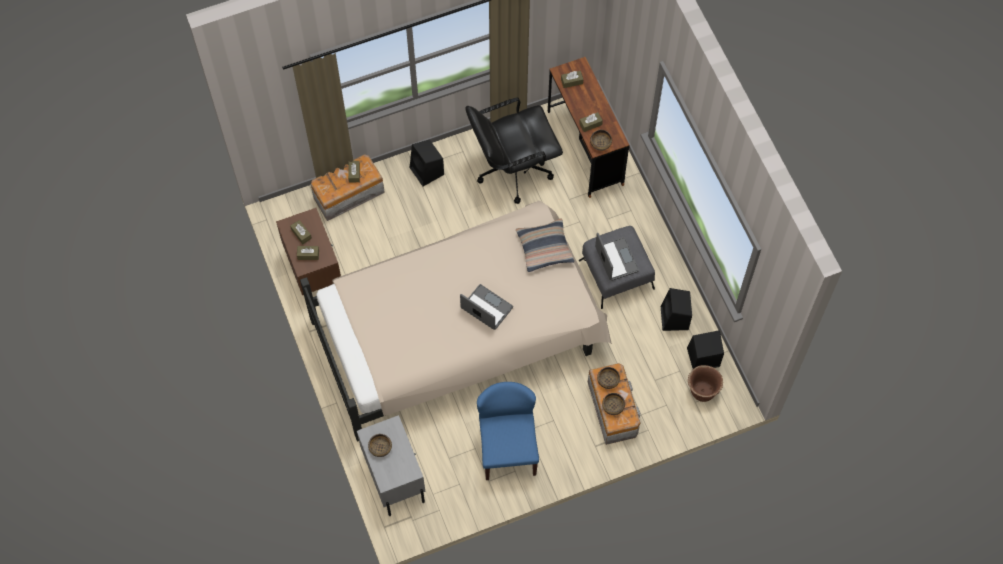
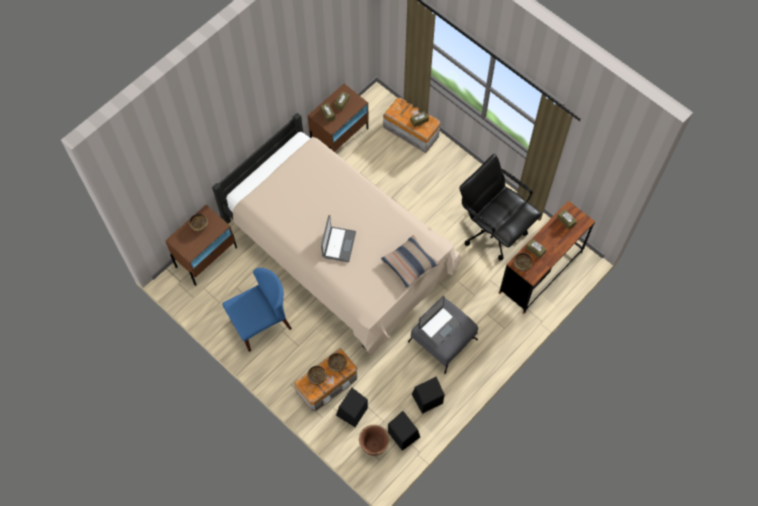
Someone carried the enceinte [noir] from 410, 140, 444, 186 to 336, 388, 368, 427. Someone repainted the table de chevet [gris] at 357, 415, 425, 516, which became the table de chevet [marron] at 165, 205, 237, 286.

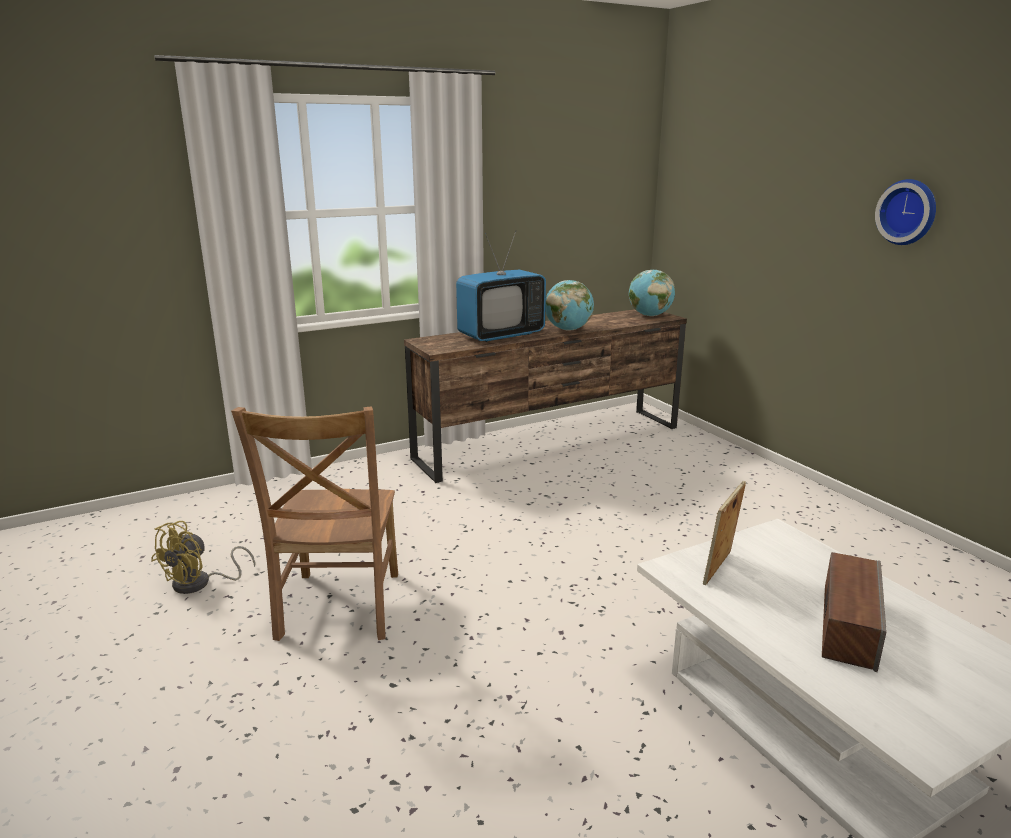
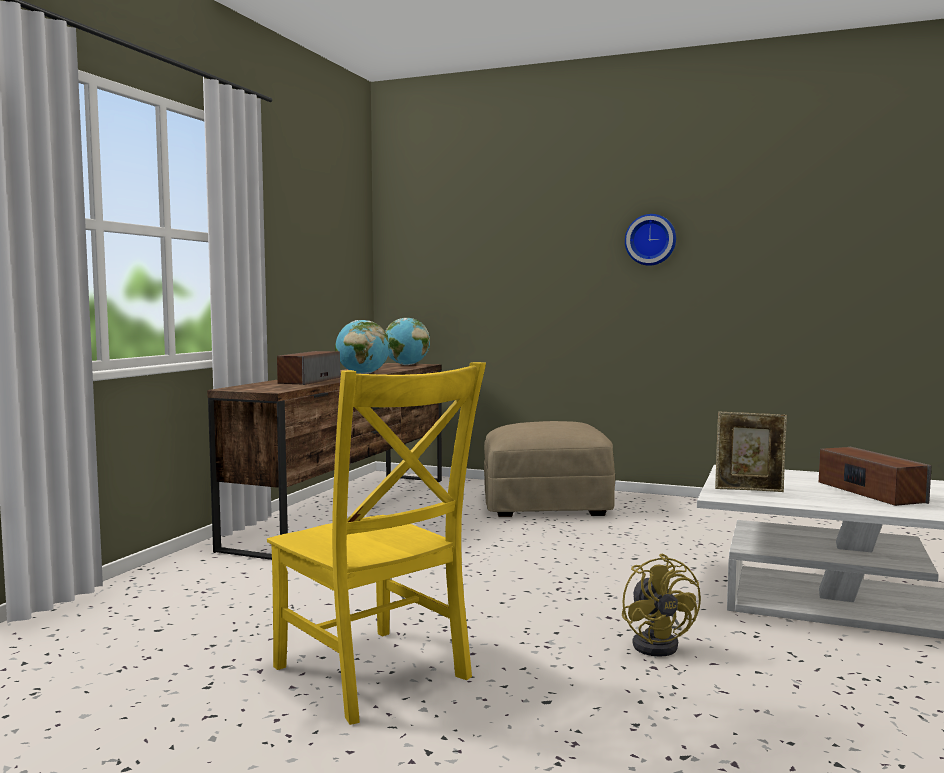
Someone put down the pouf [beige] at 484, 421, 615, 517. Someone carried the ventilateur [jaune] from 151, 521, 255, 594 to 622, 554, 701, 657. Someone swapped the téléviseur at 456, 230, 546, 342 for the enceinte at 277, 351, 340, 385. Someone repainted the chaise [marron] at 231, 407, 398, 641, which became the chaise [jaune] at 267, 362, 486, 725. Someone rotated the cadre photo at 703, 481, 746, 585 by 75 degrees counterclockwise.

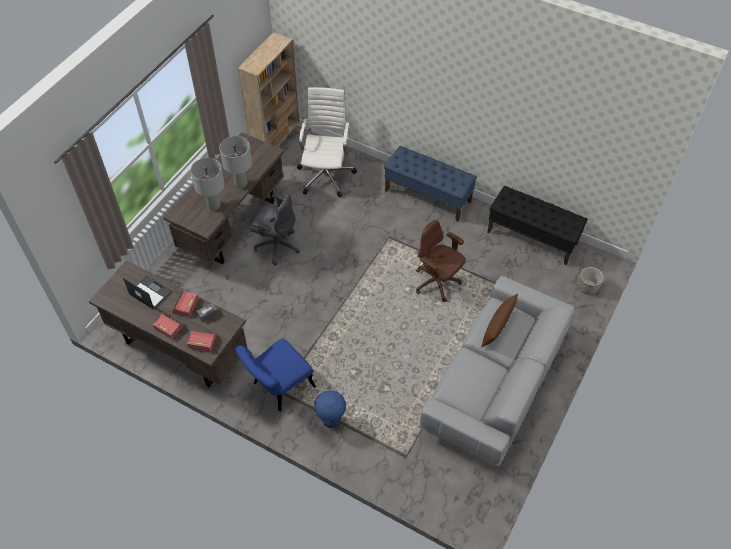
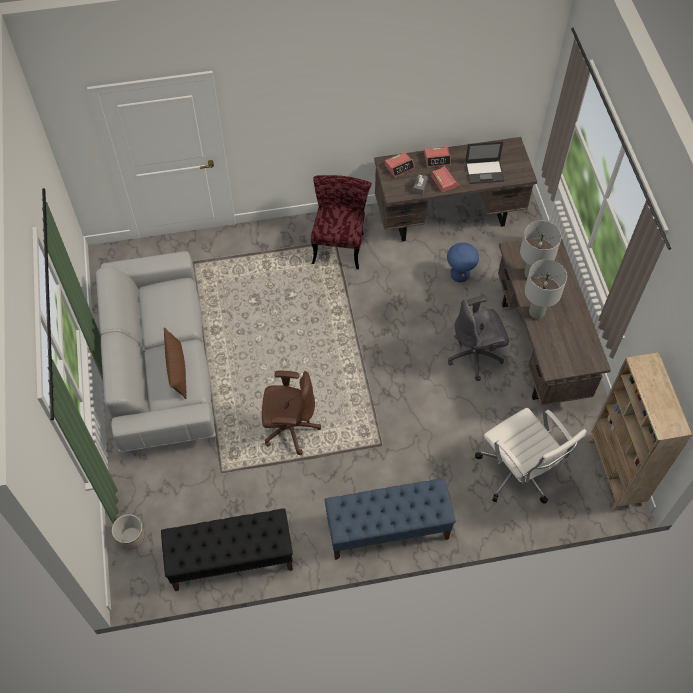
Someone carried the tabouret [bleu] from 314, 391, 346, 428 to 447, 242, 479, 282. Someone repainted the chaise [bleu] at 236, 338, 316, 411, which became the chaise [rouge] at 311, 175, 372, 269.

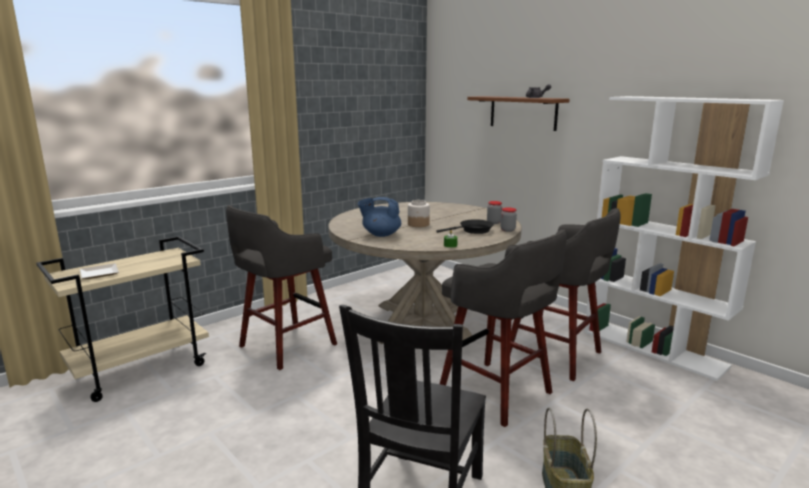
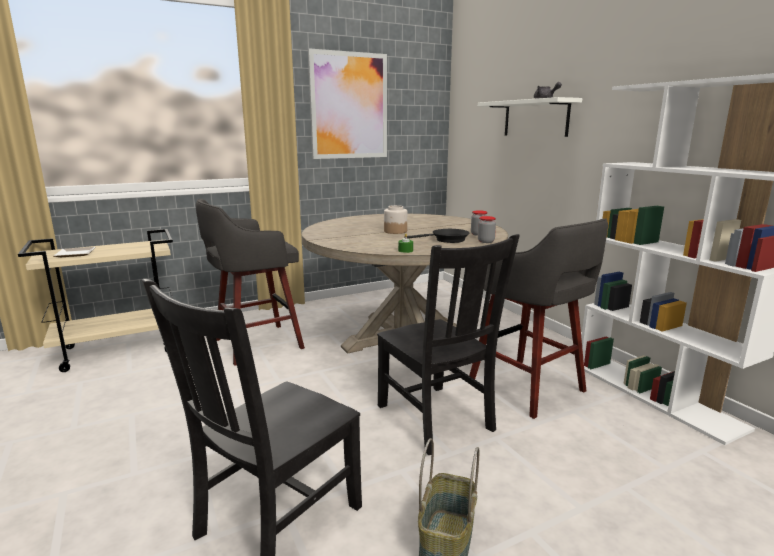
Someone took away the théière [bleu] at 358, 197, 401, 237. Someone put up the tableau at 308, 48, 387, 159. Someone swapped the tabouret [gris] at 440, 229, 566, 427 for the chaise [noir] at 377, 234, 520, 455. Someone repainted the étagère [marron] at 467, 96, 570, 131, which became the étagère [blanc] at 478, 97, 582, 137.

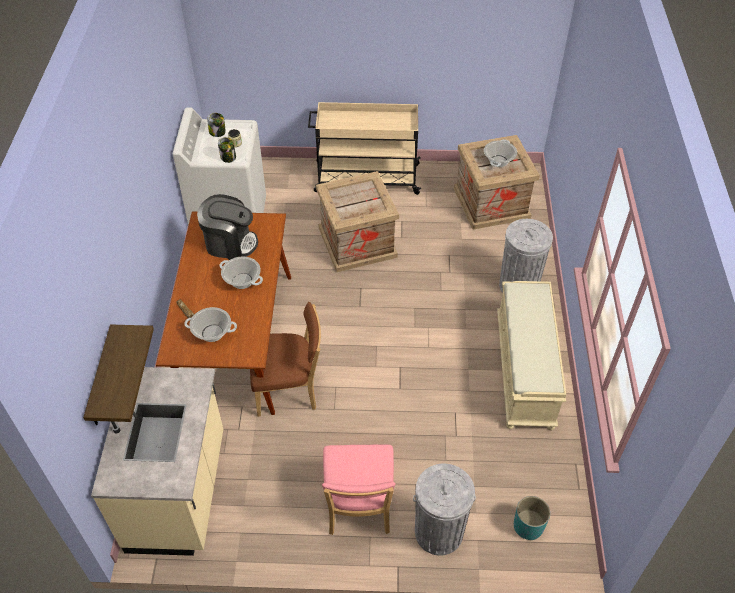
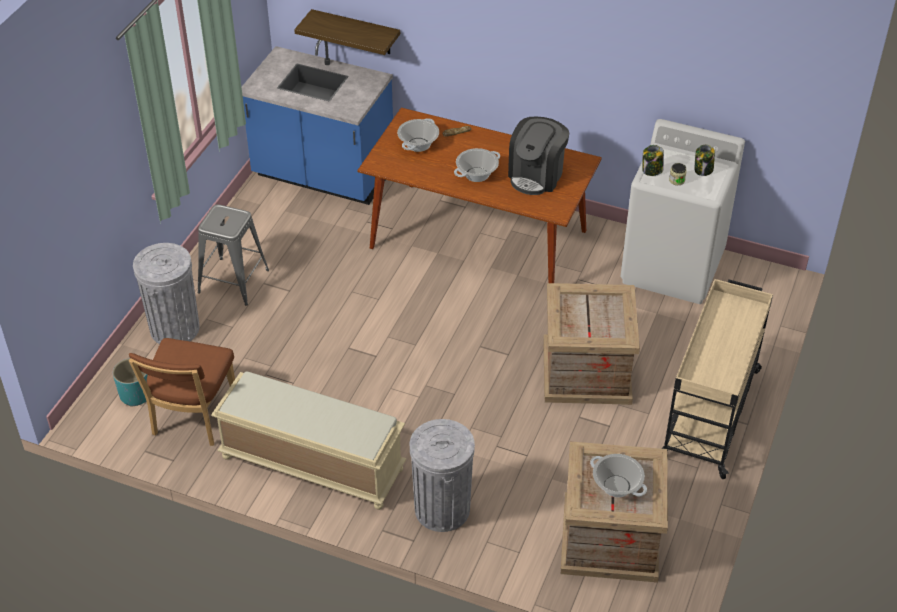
Someone carried the chaise [marron] from 250, 302, 321, 417 to 129, 338, 235, 446. Someone swapped the chaise [rose] at 322, 444, 395, 535 for the tabouret [gris] at 198, 204, 269, 306. Someone repainted the comptoir de cuisine [beige] at 91, 367, 223, 556, which became the comptoir de cuisine [bleu] at 242, 40, 393, 205.

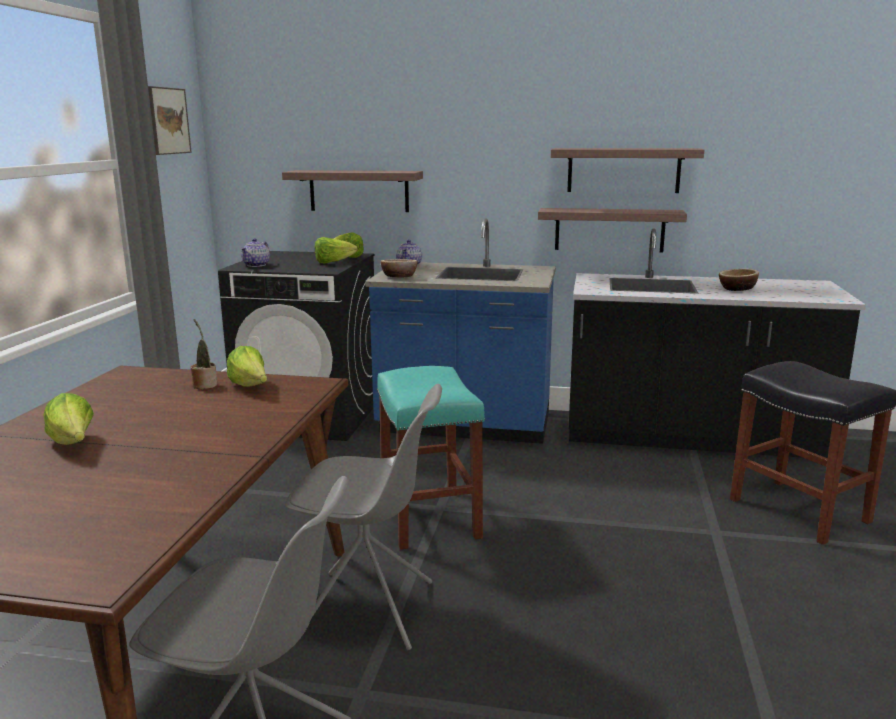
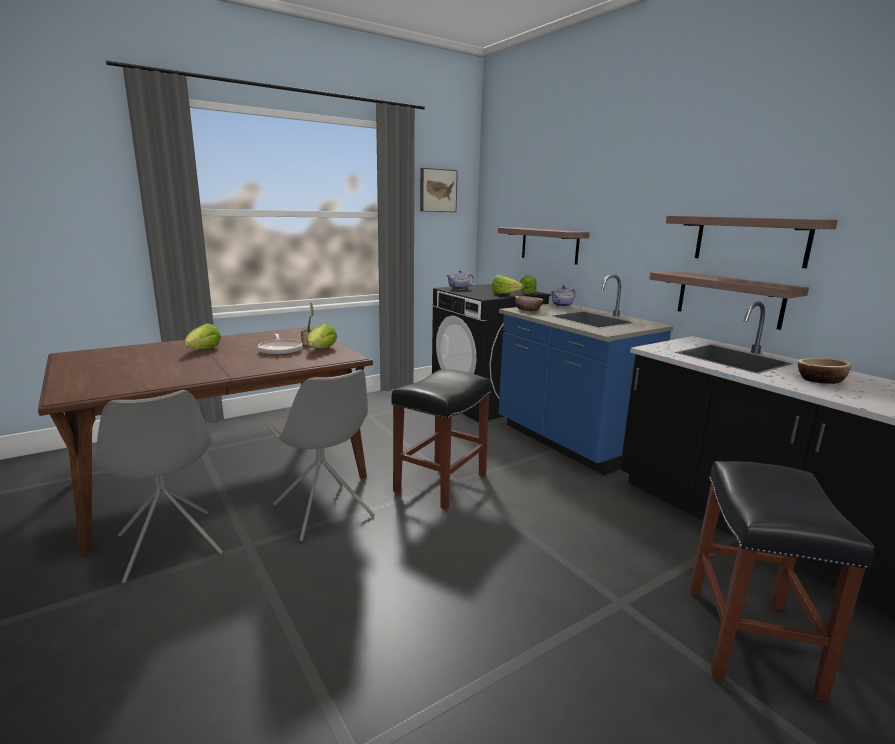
Someone put down the poêle at 258, 334, 302, 355. Someone repainted the tabouret [turquoise] at 377, 366, 485, 550, which became the tabouret [noir] at 392, 369, 491, 510.

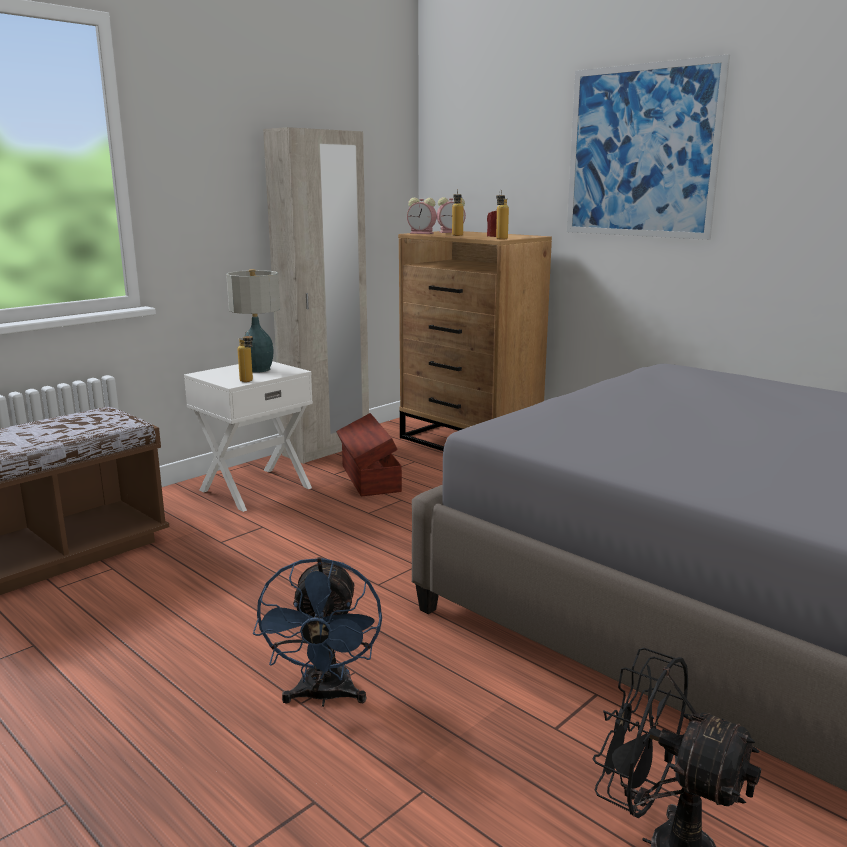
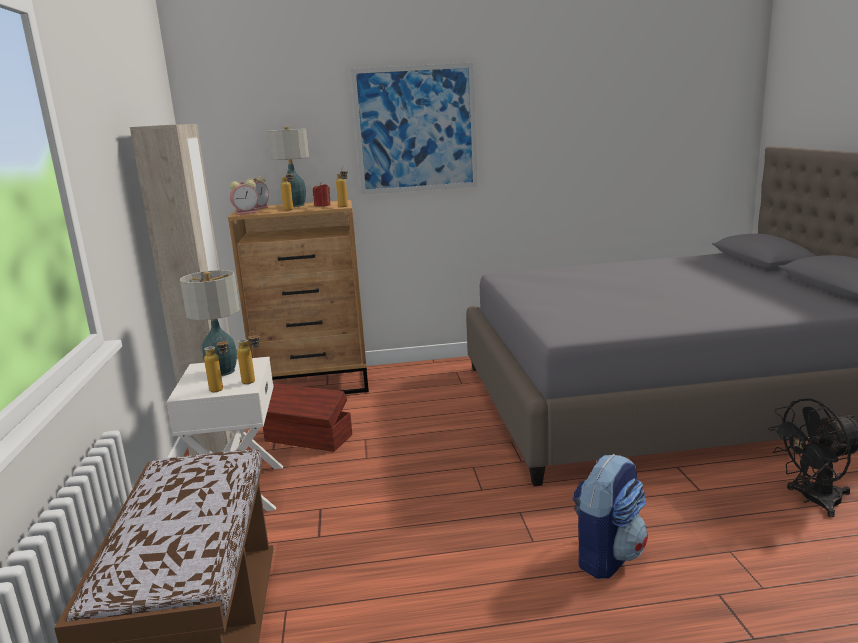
Someone put down the bouteille at 204, 337, 228, 392. Someone put down the lampe de table at 267, 127, 309, 207. Someone swapped the ventilateur [bleu] at 253, 557, 382, 707 for the sac à dos at 572, 454, 648, 579.

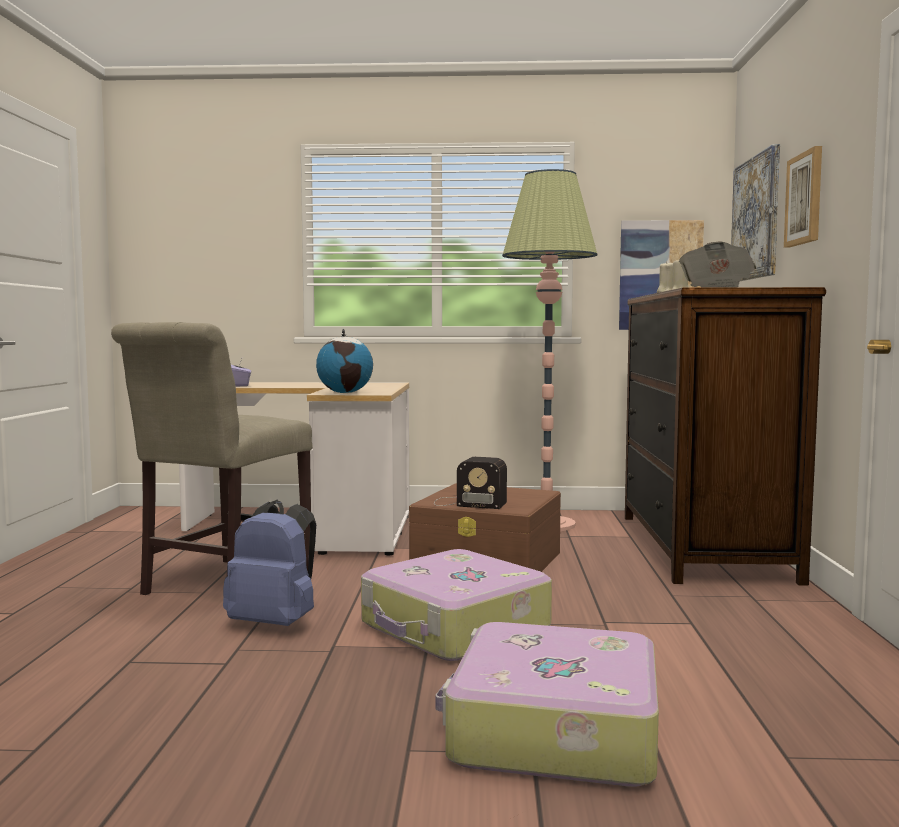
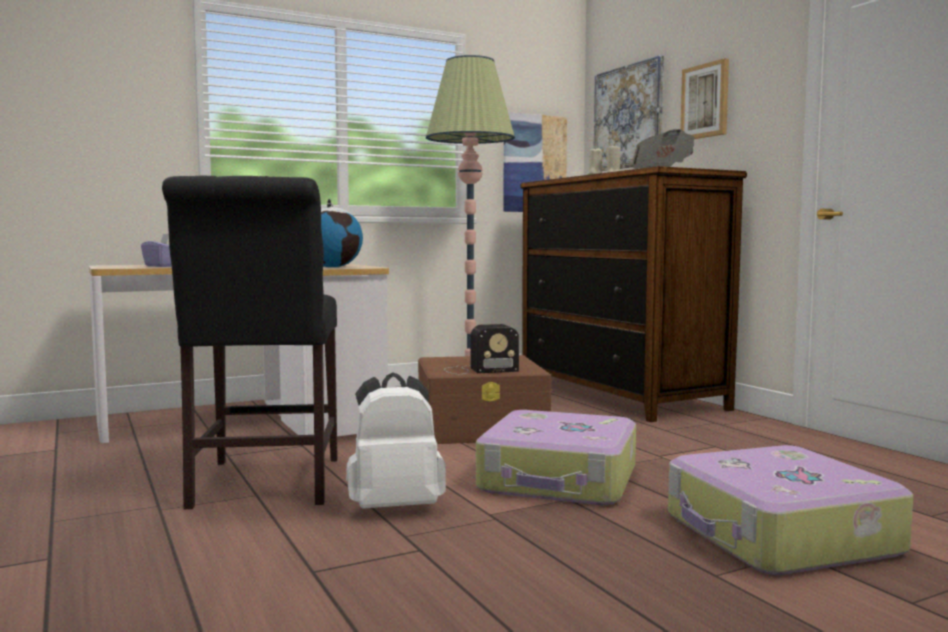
Someone repainted the chaise [beige] at 111, 322, 312, 595, which became the chaise [noir] at 162, 175, 338, 509. Someone repainted the sac à dos [bleu] at 223, 500, 316, 626, which became the sac à dos [blanc] at 346, 373, 446, 509.

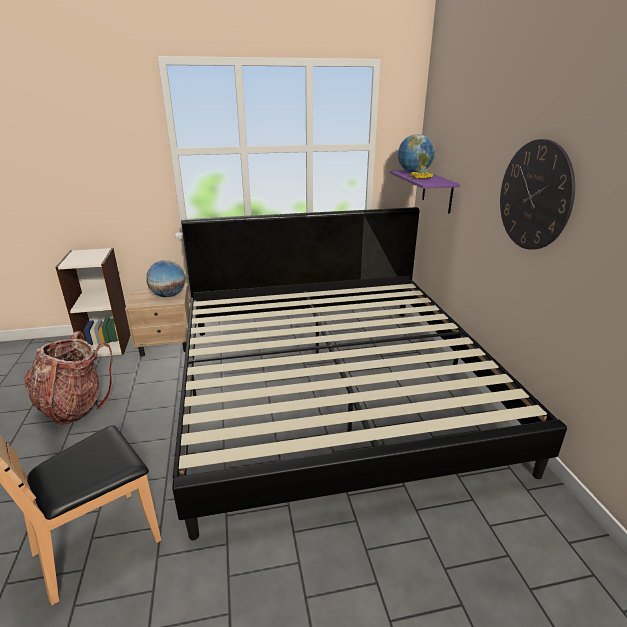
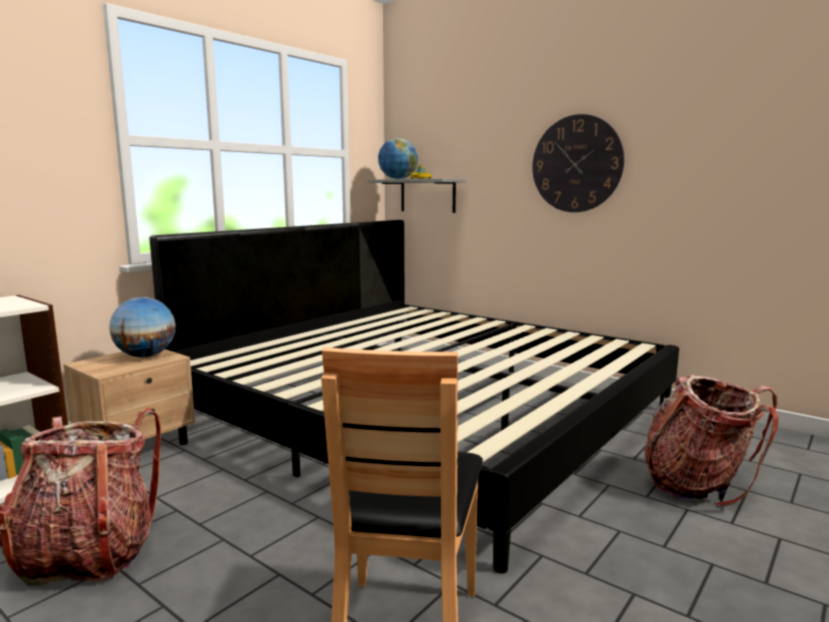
Someone put down the sac à dos at 644, 375, 779, 506. Someone repainted the étagère [violet] at 390, 170, 460, 214, which became the étagère [gris] at 368, 179, 466, 213.

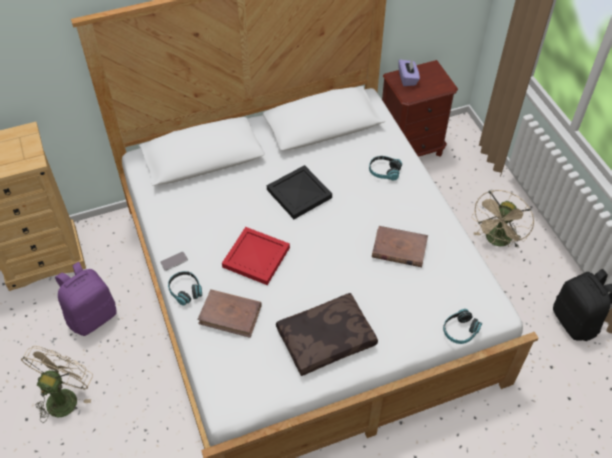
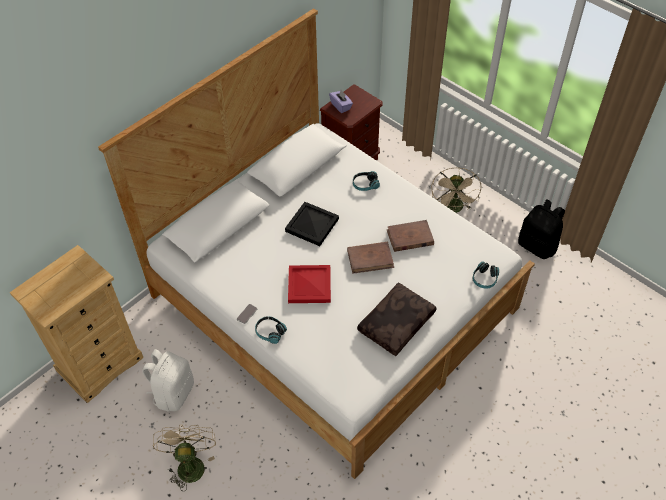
Someone carried the livre [marron] from 197, 289, 262, 338 to 347, 242, 394, 274. Someone repainted the sac à dos [violet] at 55, 262, 117, 336, which became the sac à dos [blanc] at 142, 349, 194, 412.

